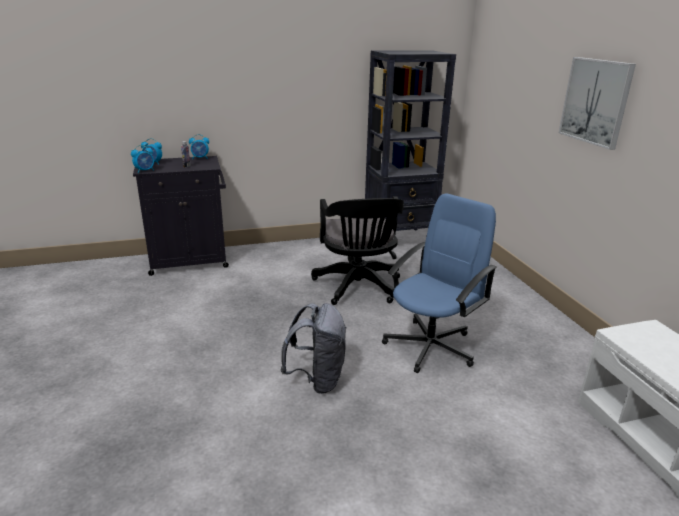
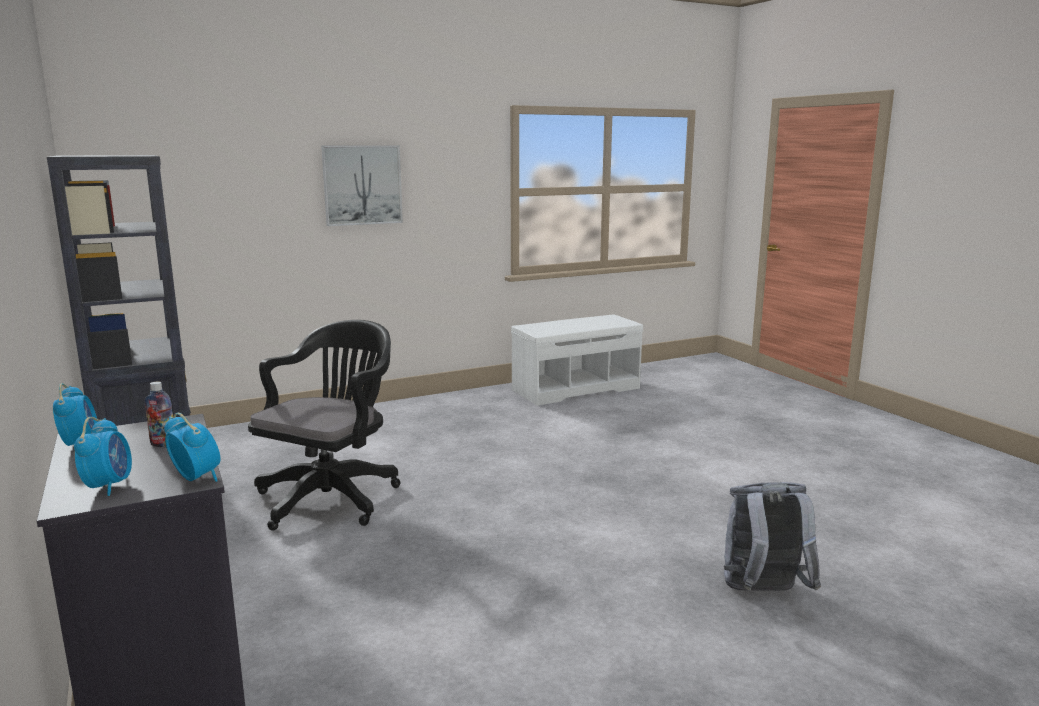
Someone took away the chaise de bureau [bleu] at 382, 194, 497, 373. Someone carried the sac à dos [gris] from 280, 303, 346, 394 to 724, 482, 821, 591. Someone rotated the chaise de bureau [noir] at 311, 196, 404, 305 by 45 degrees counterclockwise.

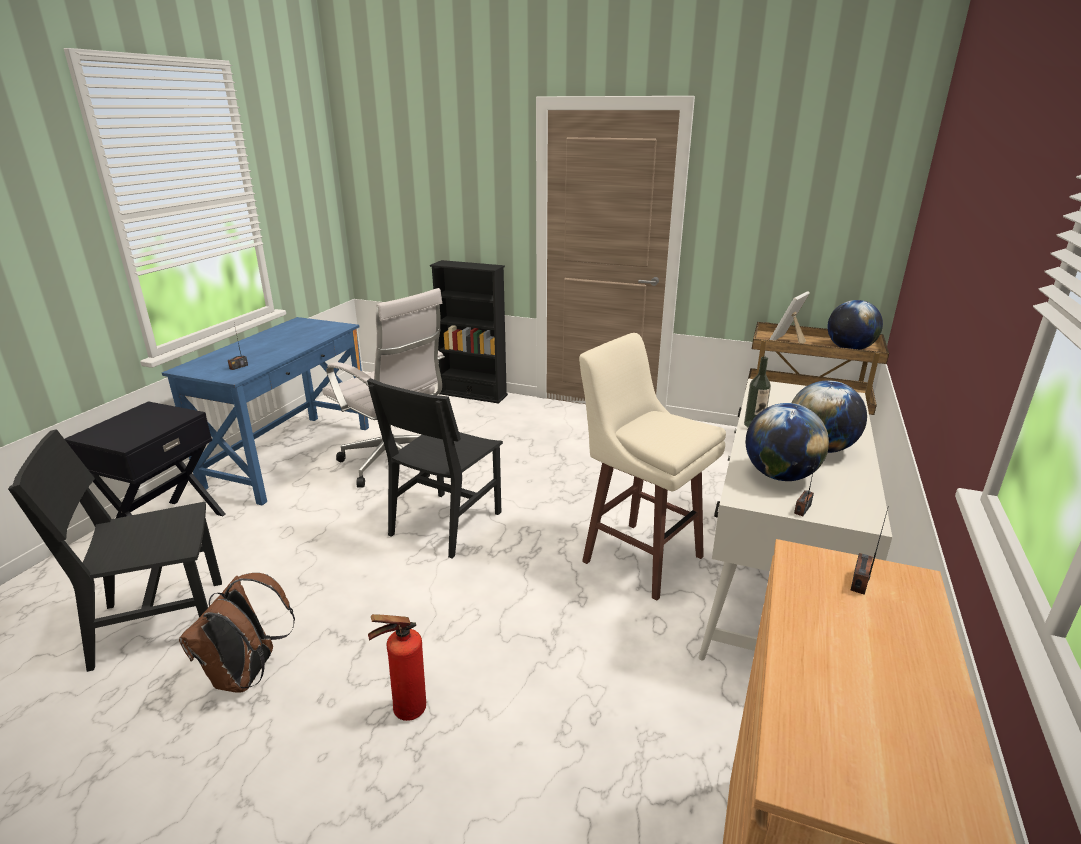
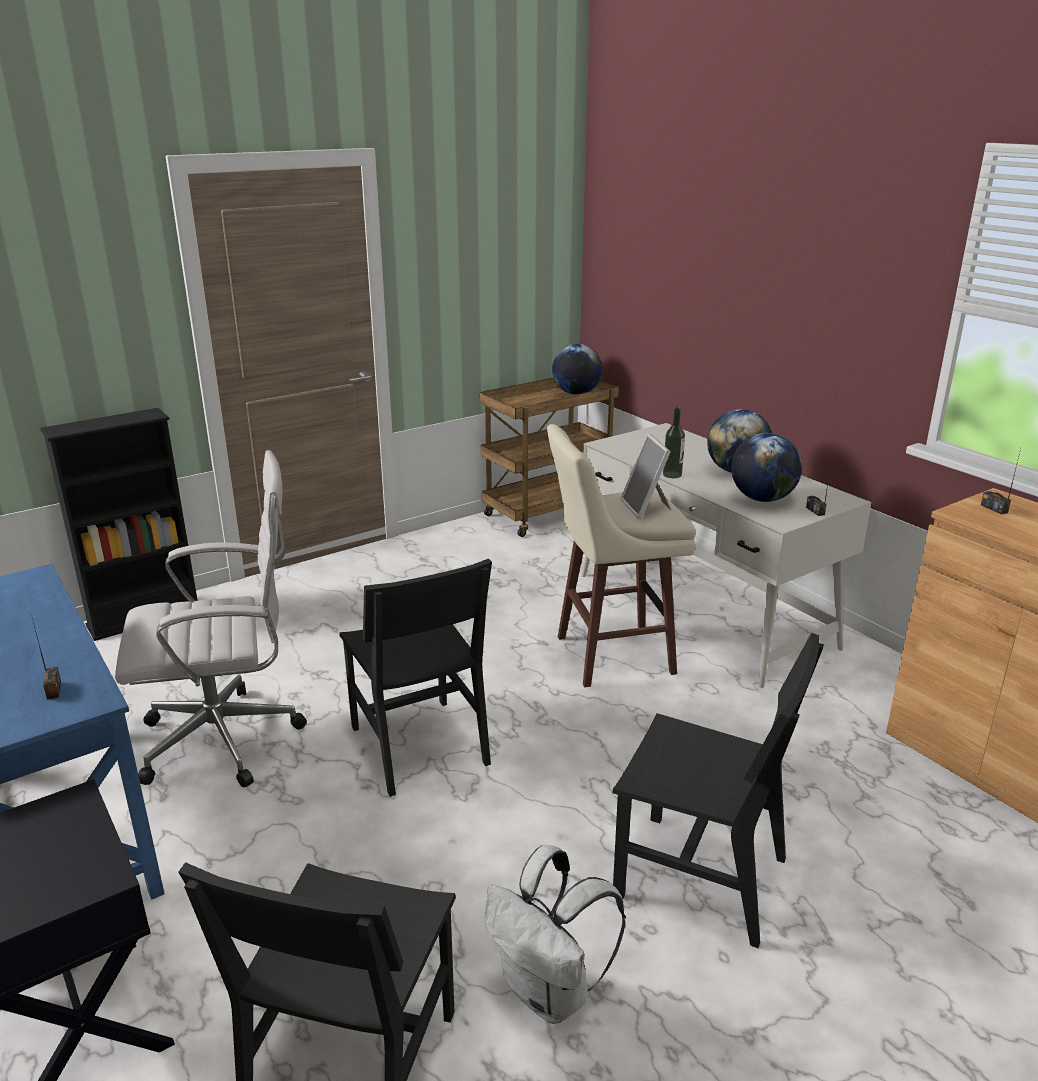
Someone carried the cadre photo from 769, 291, 810, 343 to 620, 434, 671, 519. Someone swapped the extincteur at 368, 614, 426, 721 for the chaise [noir] at 612, 633, 824, 949. Someone repainted the sac à dos [marron] at 179, 573, 295, 693, which became the sac à dos [blanc] at 485, 845, 626, 1024.

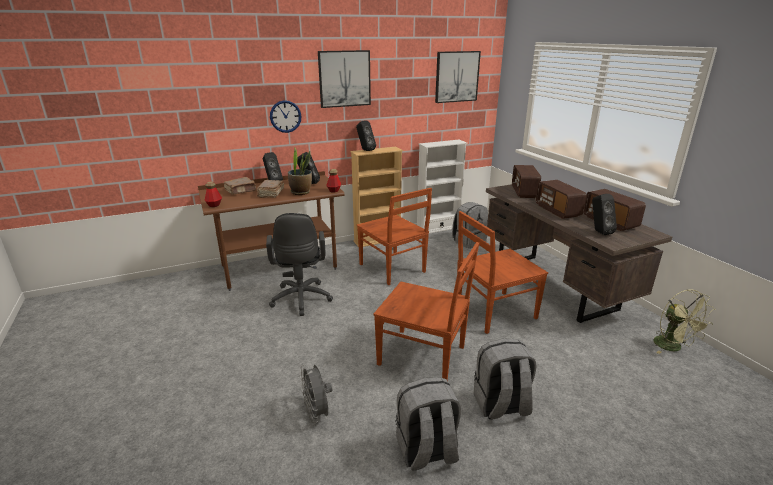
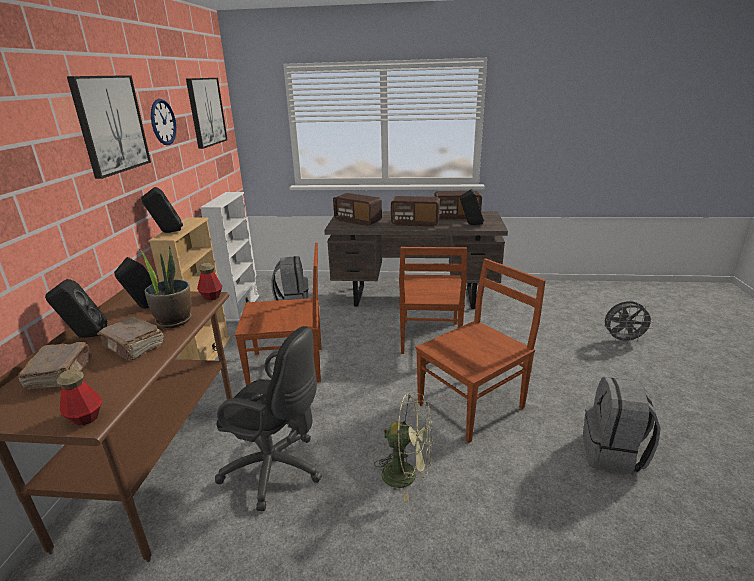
Someone took away the sac à dos [gris] at 474, 339, 537, 419. Someone carried the horloge murale from 270, 100, 301, 133 to 151, 99, 176, 145. Someone carried the ventilateur [gris] from 299, 365, 333, 423 to 605, 301, 655, 344. Someone carried the ventilateur [vert] from 653, 289, 716, 354 to 374, 393, 433, 501.

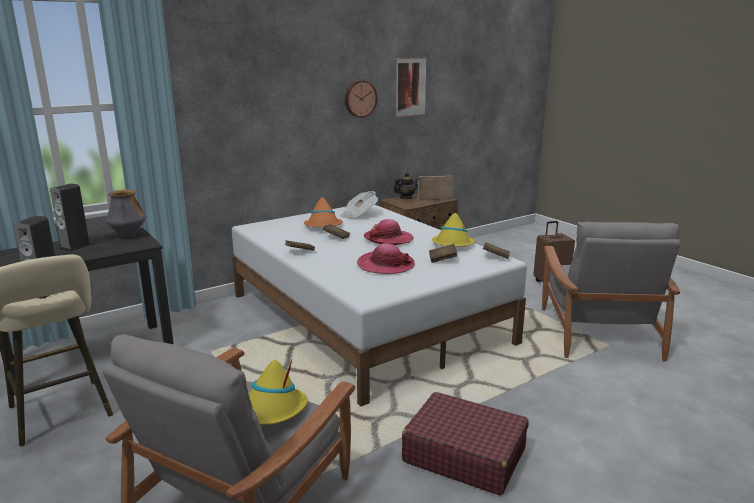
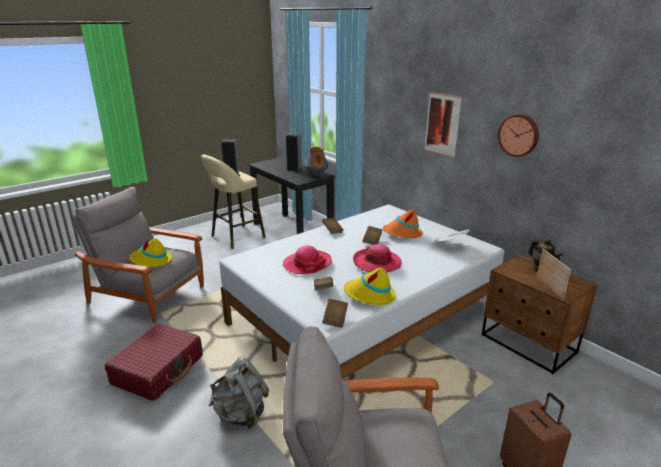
Someone put down the sac à dos [gris] at 209, 357, 269, 429. Someone carried the tableau from 396, 58, 427, 117 to 425, 92, 462, 158.

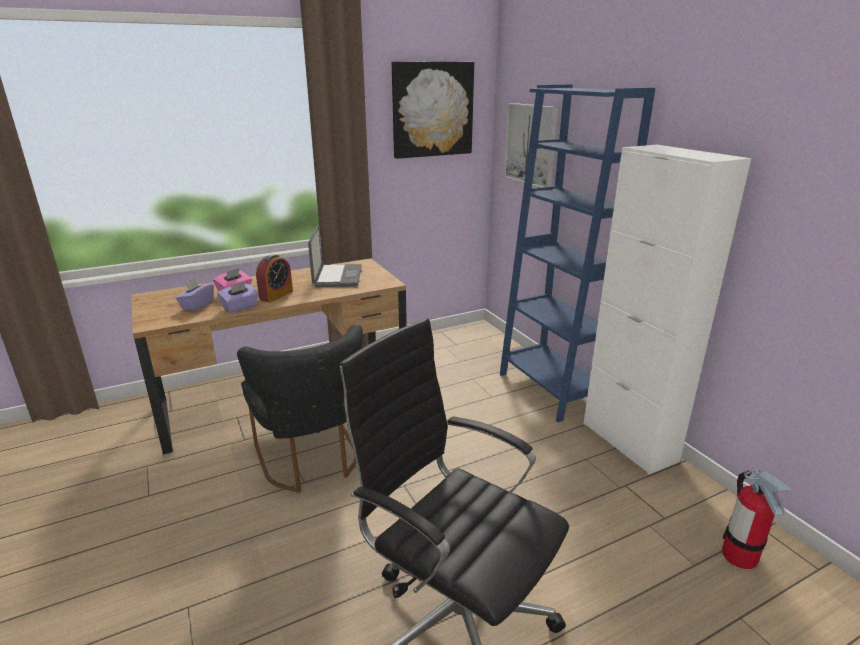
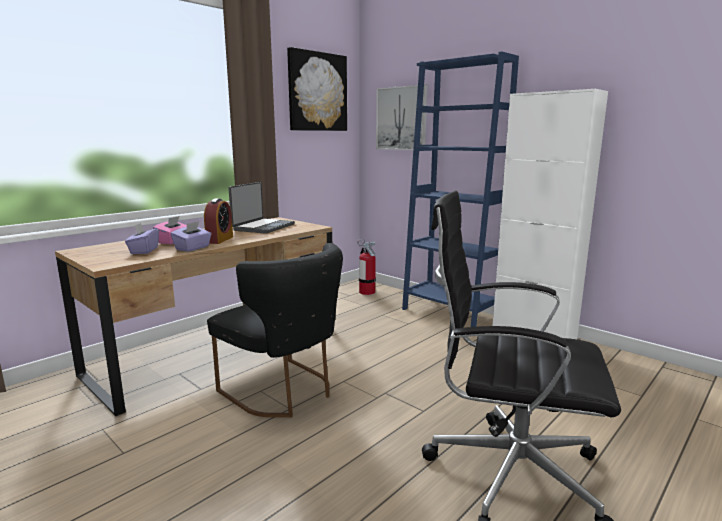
Someone carried the extincteur from 722, 470, 790, 569 to 357, 239, 376, 295. Someone rotated the ordinateur portable at 308, 226, 362, 287 by 45 degrees clockwise.

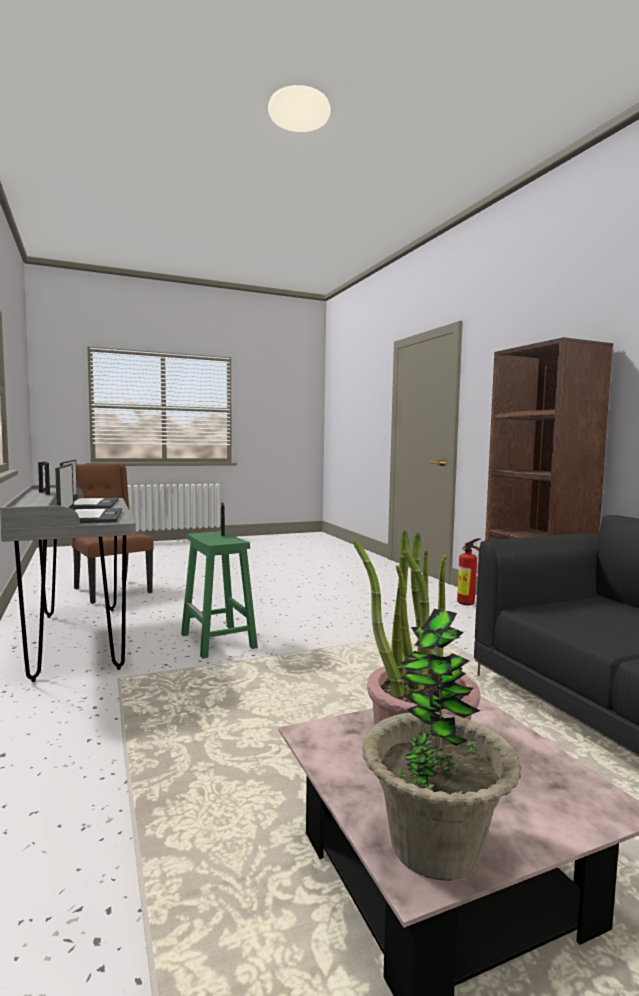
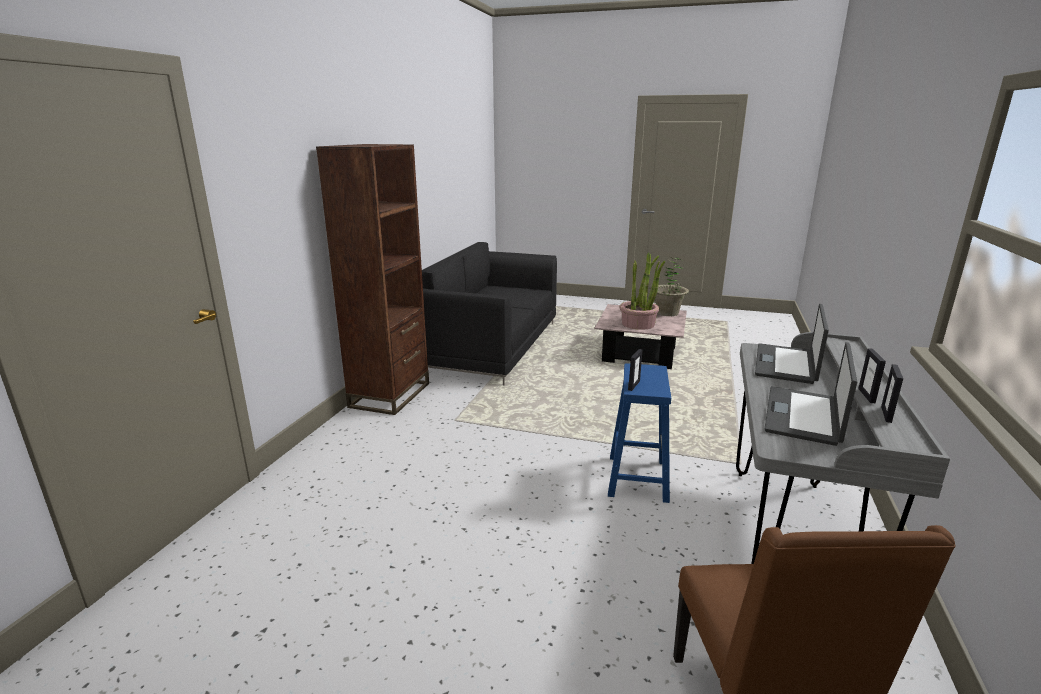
Someone took away the extincteur at 457, 538, 481, 605. Someone repainted the tabouret [vert] at 181, 531, 258, 659, which became the tabouret [bleu] at 608, 363, 671, 503.

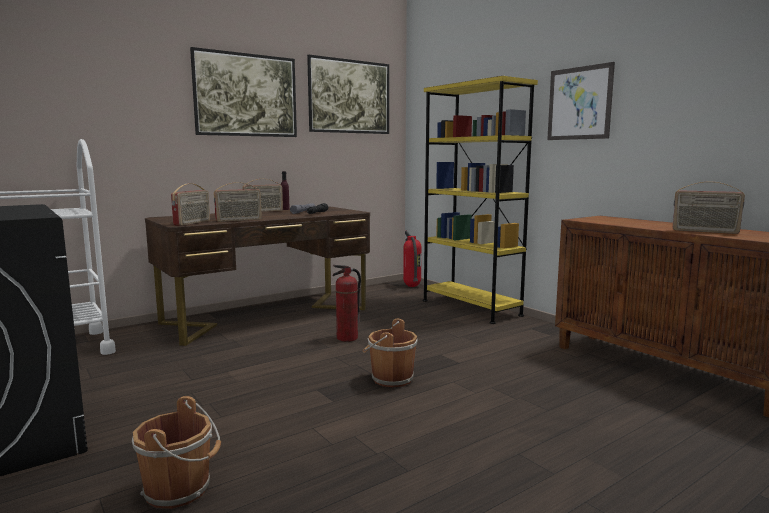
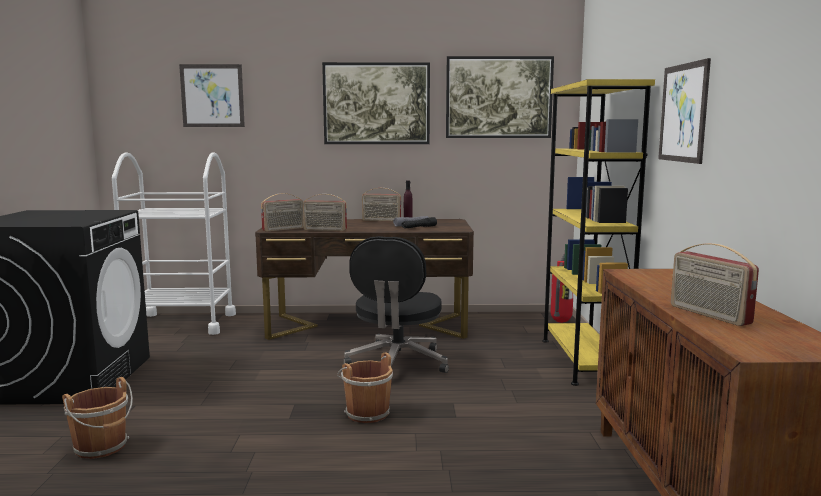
Someone put up the tableau at 179, 64, 245, 127. Someone swapped the extincteur at 333, 265, 361, 342 for the chaise de bureau [noir] at 344, 236, 449, 373.

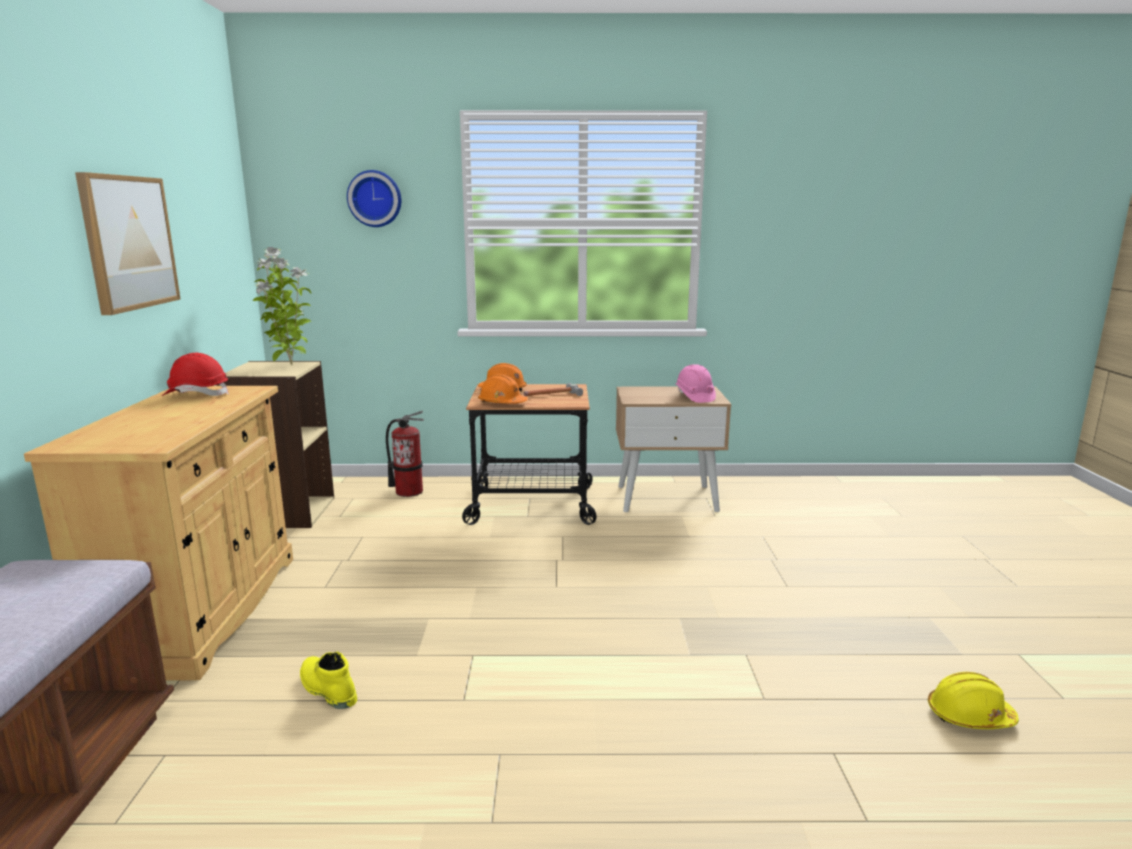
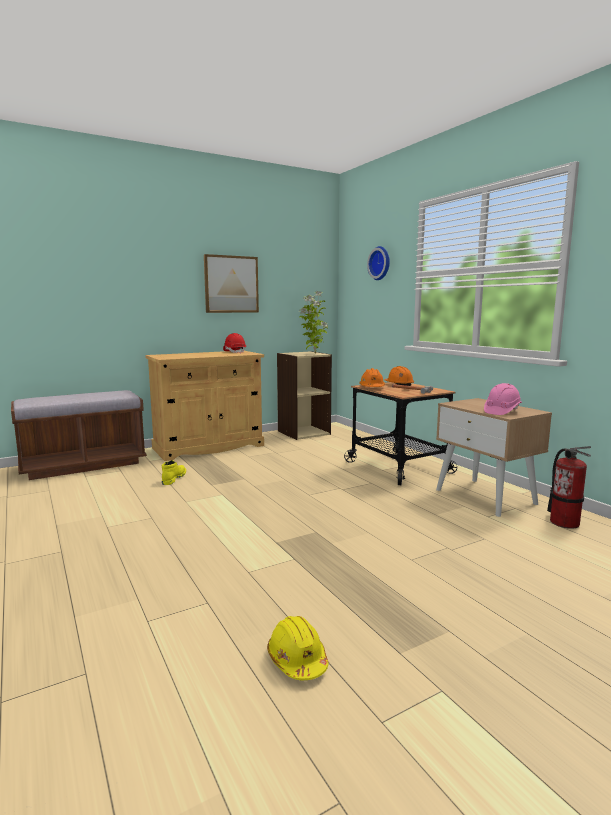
Someone carried the extincteur from 386, 411, 424, 497 to 547, 446, 591, 529.

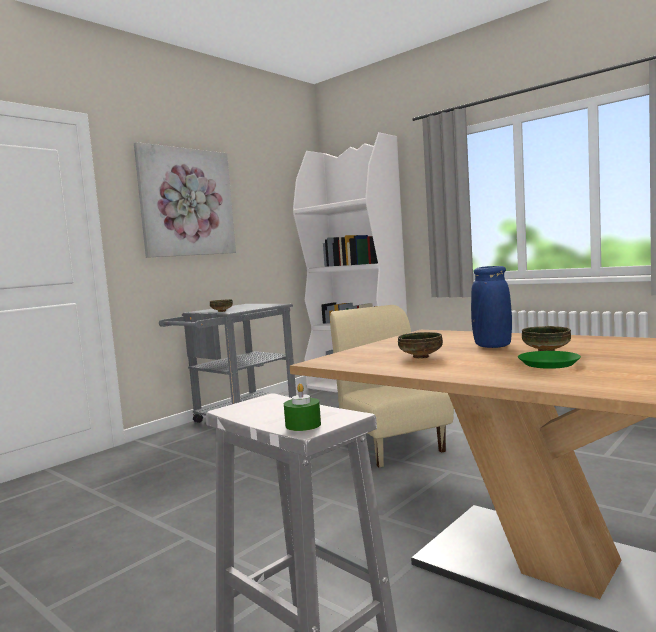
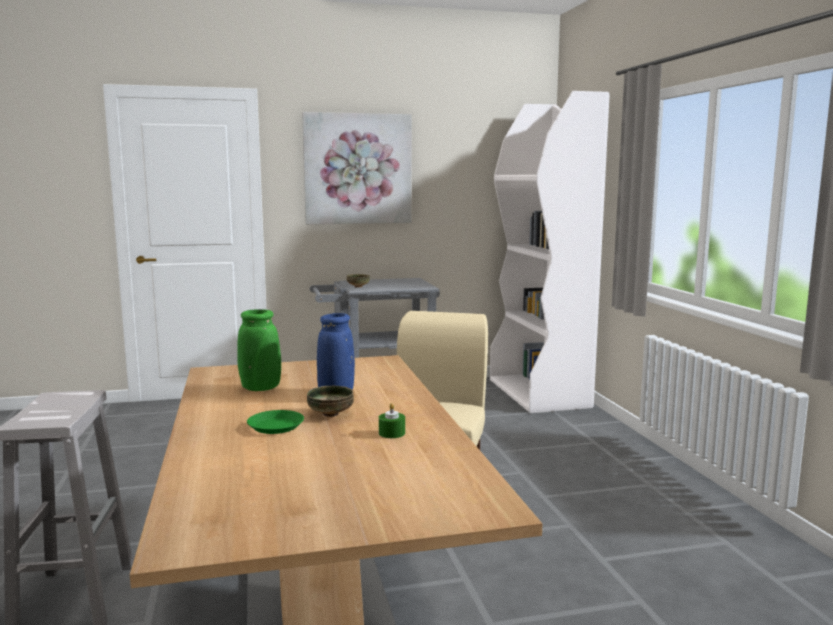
Someone carried the bougie [vert] from 284, 383, 321, 431 to 379, 403, 405, 438. Someone swapped the bol at 398, 332, 443, 359 for the vase [vert] at 237, 309, 281, 391.

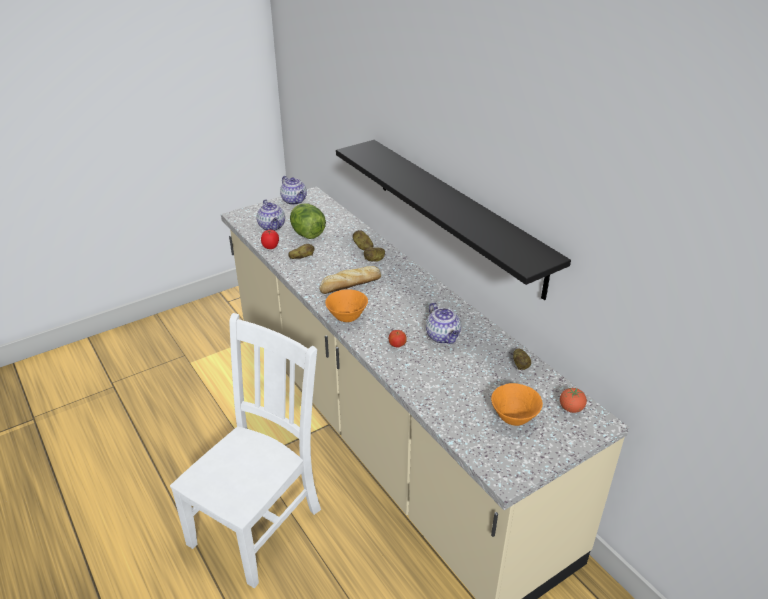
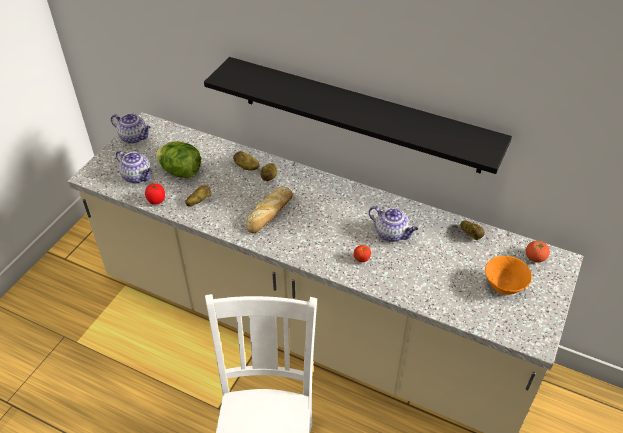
Someone took away the bol [orange] at 325, 289, 368, 322.

